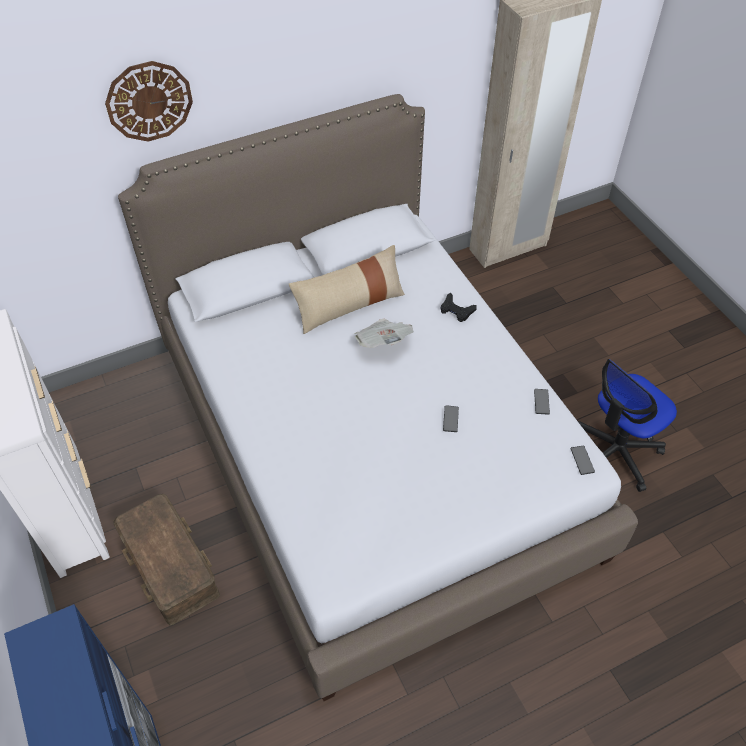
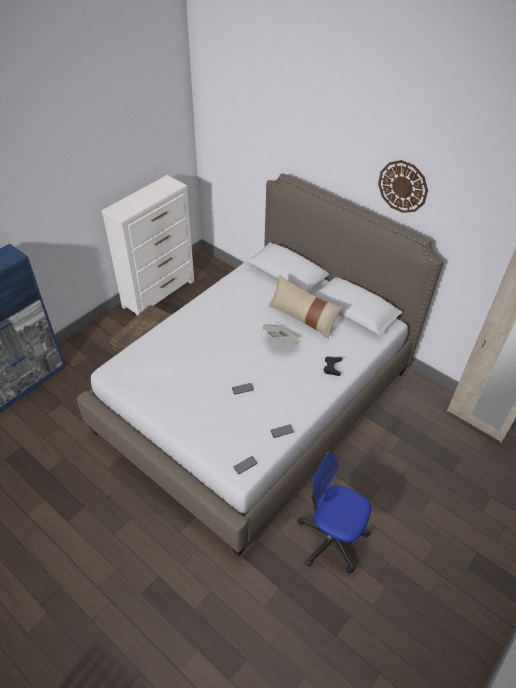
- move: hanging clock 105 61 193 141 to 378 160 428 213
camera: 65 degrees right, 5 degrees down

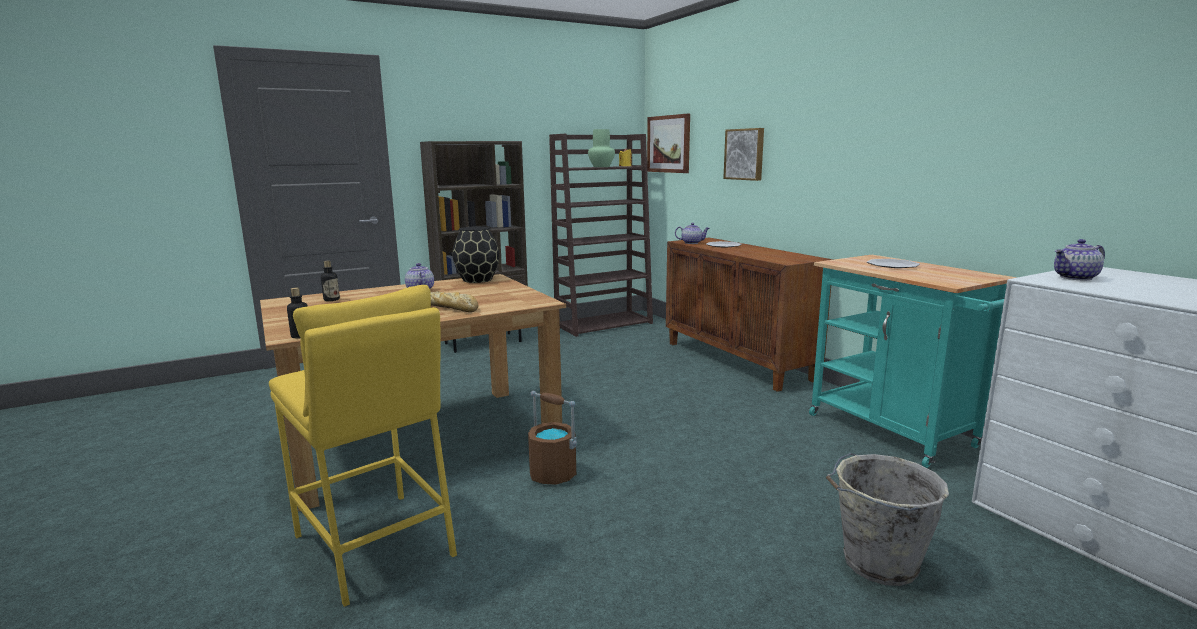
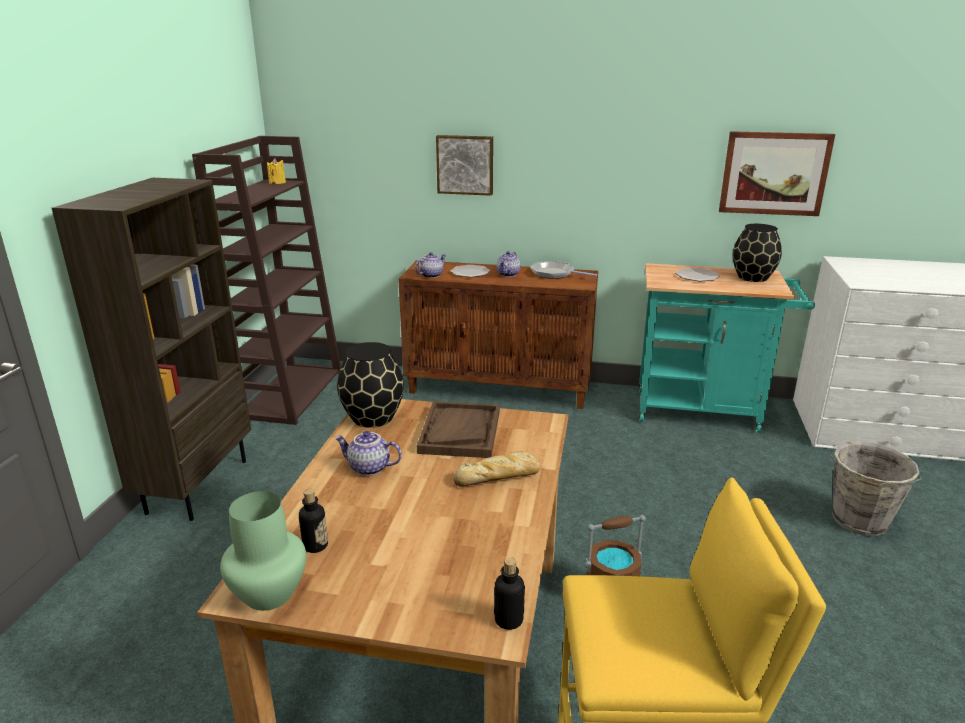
- move: green vase 588 129 615 167 to 220 491 306 611
- insert: brown serving tray 417 401 500 458
- move: tea pot 1054 239 1105 280 to 496 251 521 277
- insert: frying pan 530 261 597 279
- move: wall art 647 114 690 173 to 719 131 835 216
- insert: blackish vase 733 224 782 282
camera: 50 degrees left, 10 degrees up

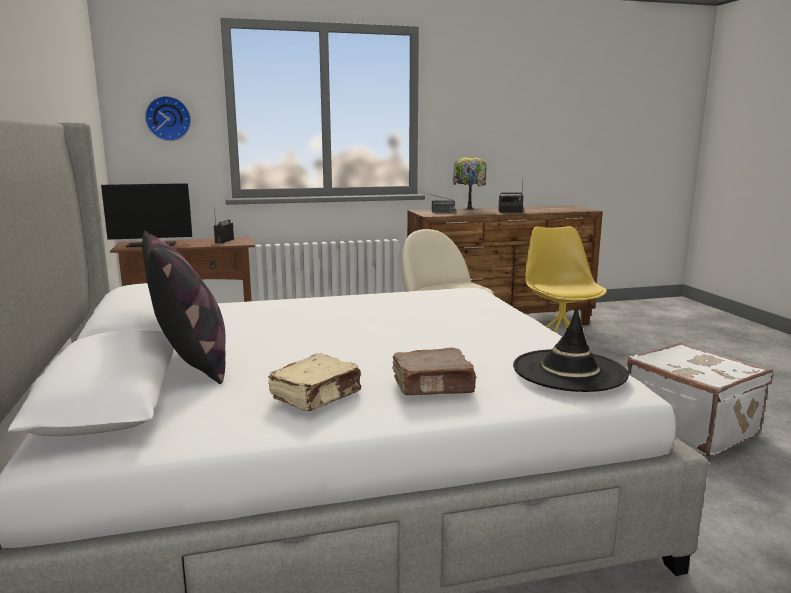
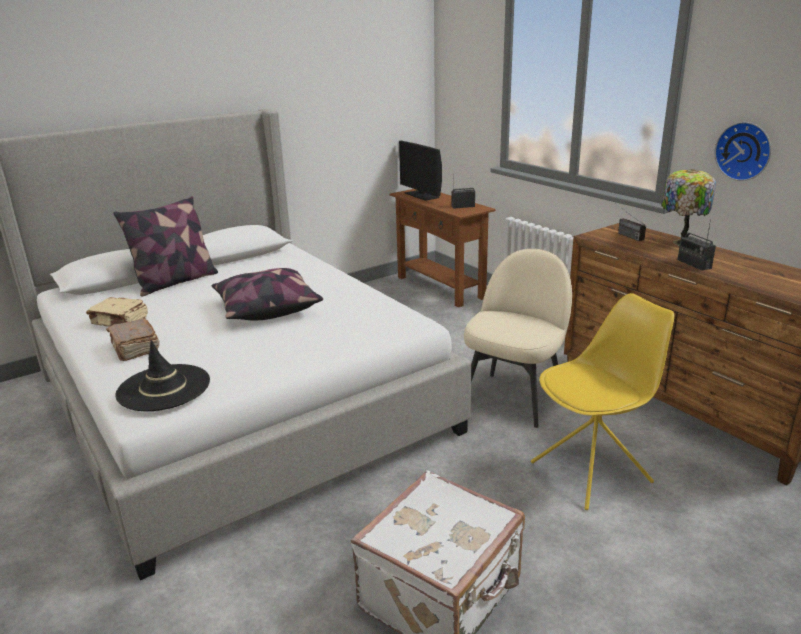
- insert: pillow 212 268 323 321
- move: hanging clock 145 96 191 141 to 715 122 771 181
camera: 70 degrees right, 10 degrees up

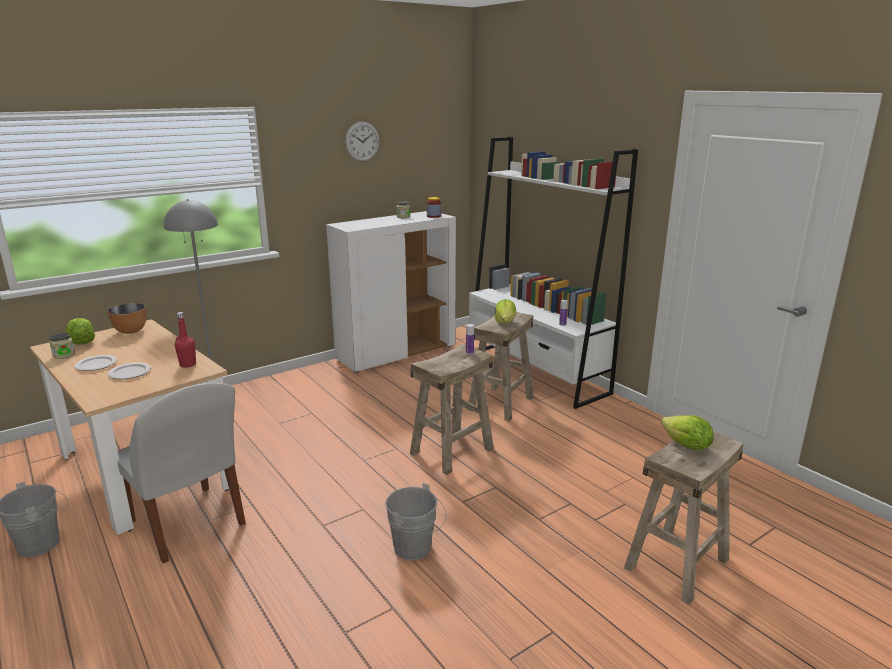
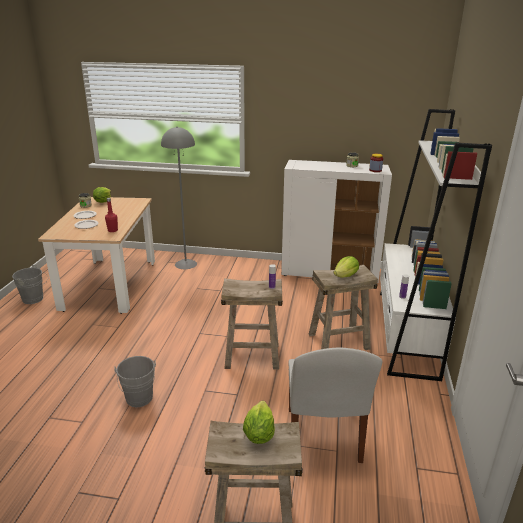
- move: white-coloured upright chair 117 383 246 564 to 288 348 382 463
- delete: serving bowl 107 303 147 334
- delete: hanging clock 345 121 380 162
camera: 45 degrees right, 5 degrees up

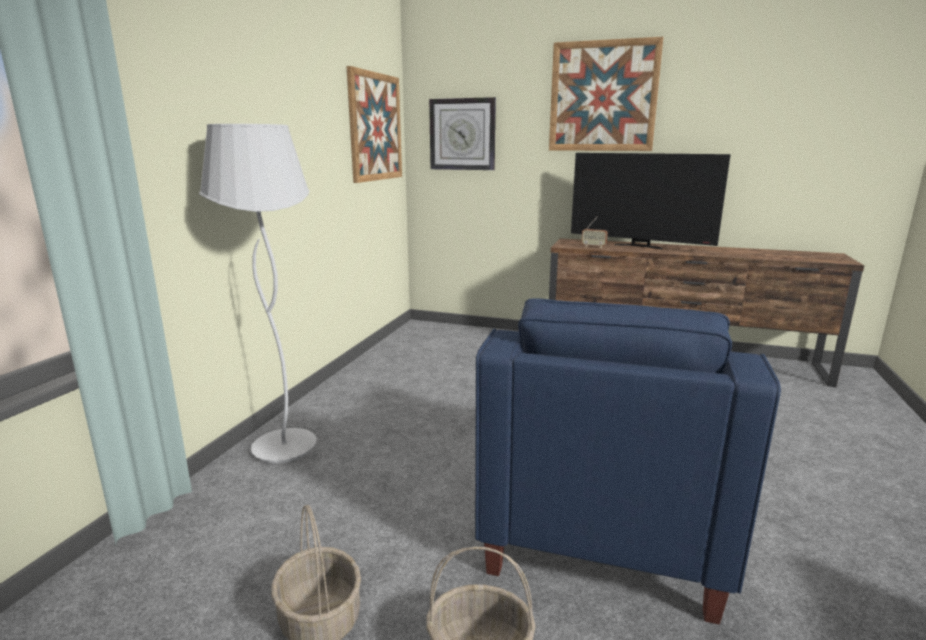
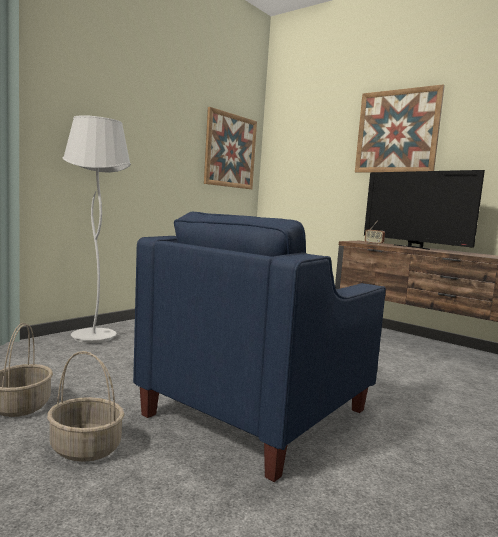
- delete: hanging clock 429 97 496 170
camera: 20 degrees right, 10 degrees down

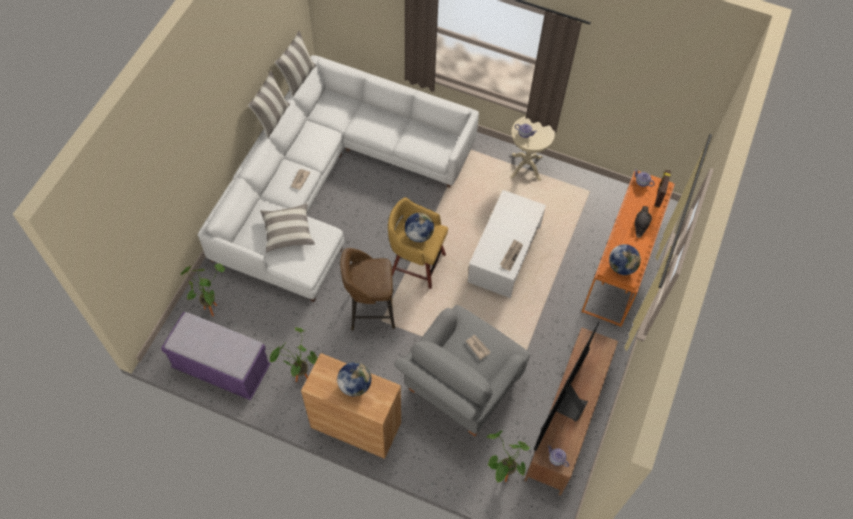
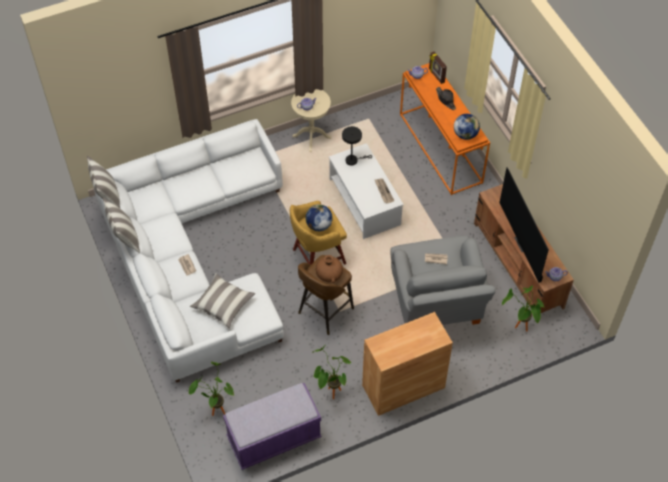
- insert: brown vase 315 255 343 283
- insert: blackish table lamp 342 126 372 166
- delete: globe 337 362 371 396
camera: 45 degrees left, 5 degrees down

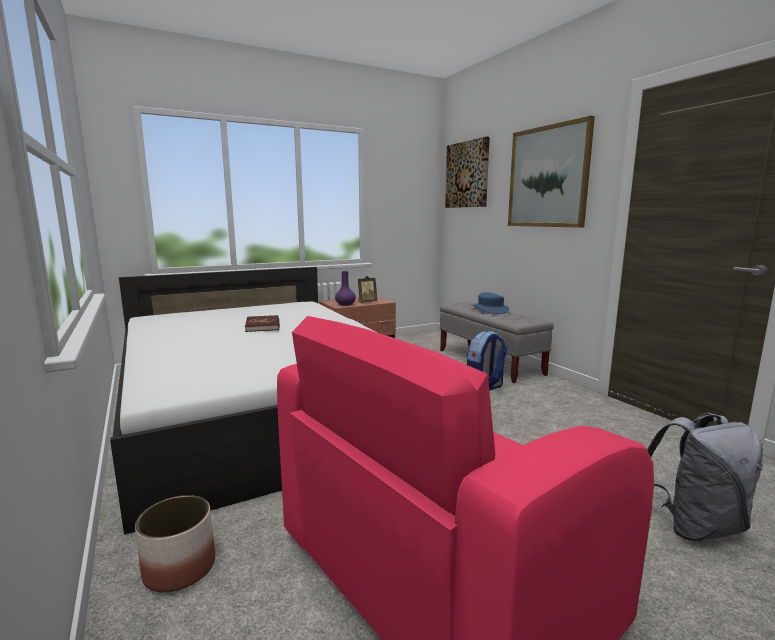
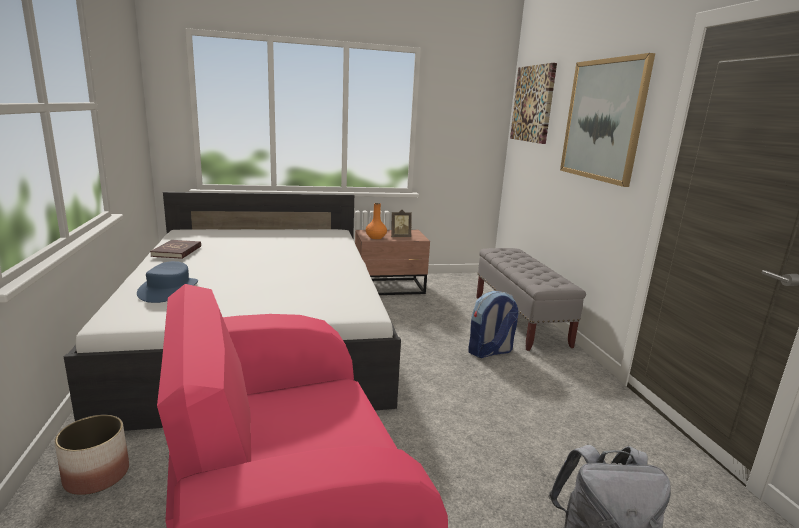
- move: bluish wearable hat 472 292 509 314 to 137 261 198 303
- move: red bound book 245 315 280 332 to 150 240 201 259
- recolor: purplish vase 335 271 356 306 to orangey vase 366 203 387 239
camera: 15 degrees right, 5 degrees up

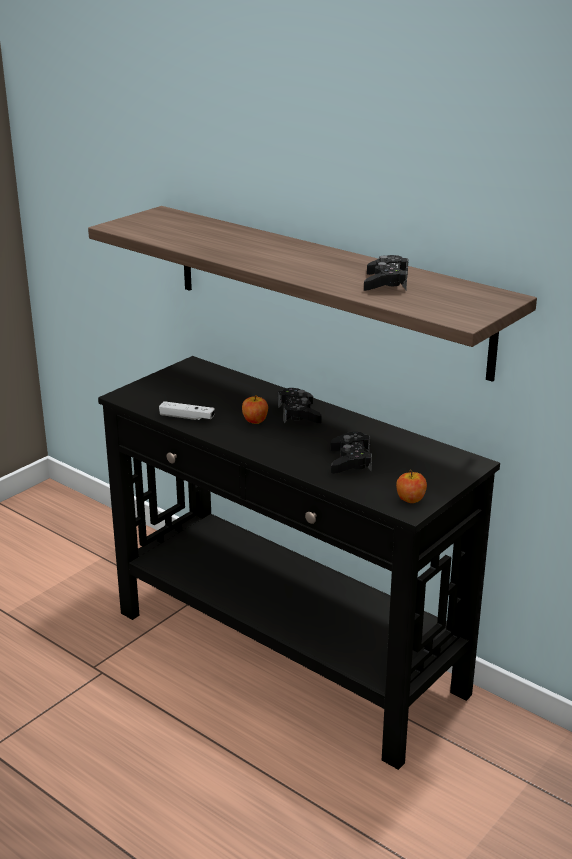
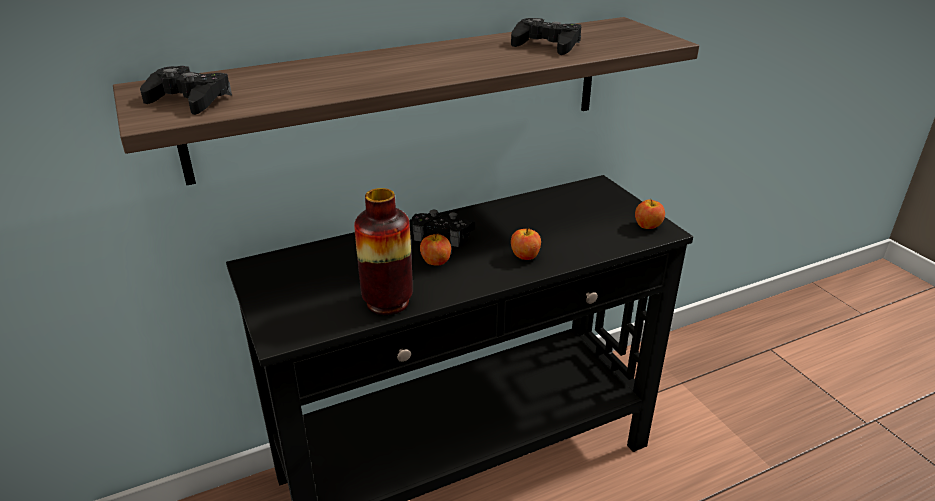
- move: blackish gamepad 330 432 372 474 to 140 66 232 115
- replace: white-coloured gamepad 159 401 215 420 to vase 354 188 413 315
- insert: apple fruit 511 228 541 260
camera: 65 degrees left, 5 degrees up

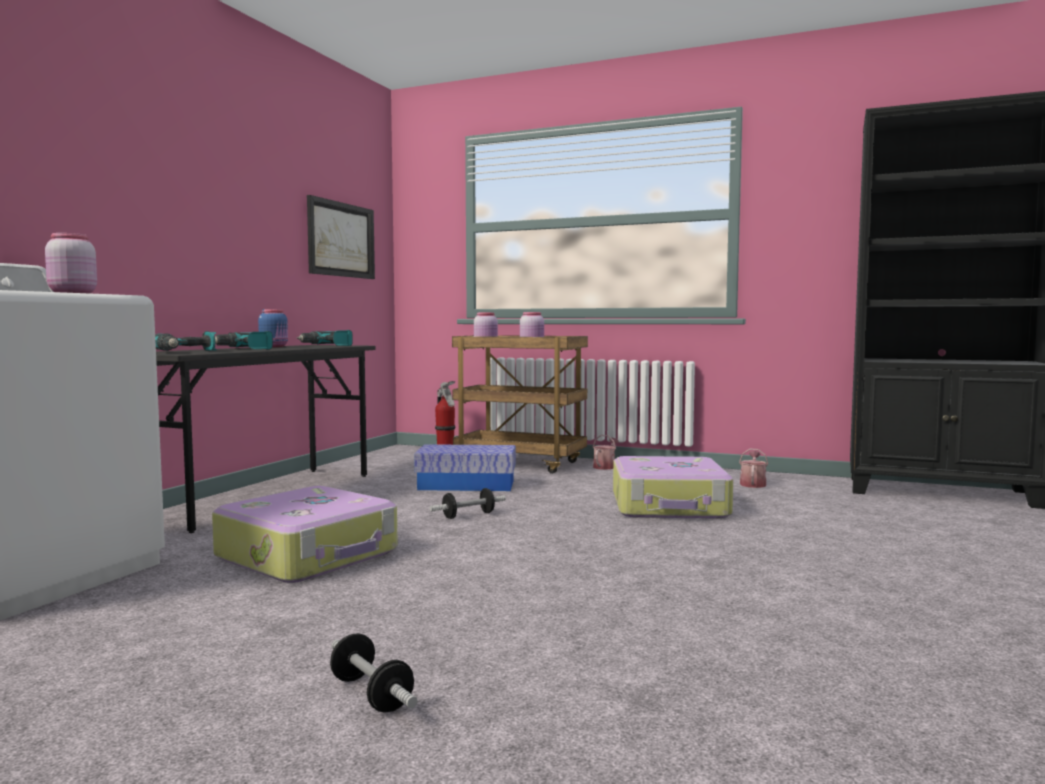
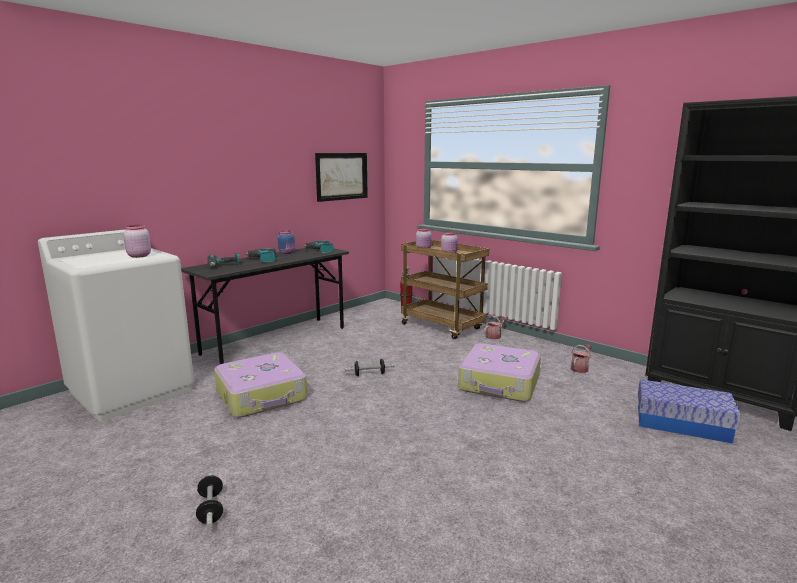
- move: storage box 414 444 516 491 to 638 379 741 444
camera: 20 degrees right, 10 degrees up

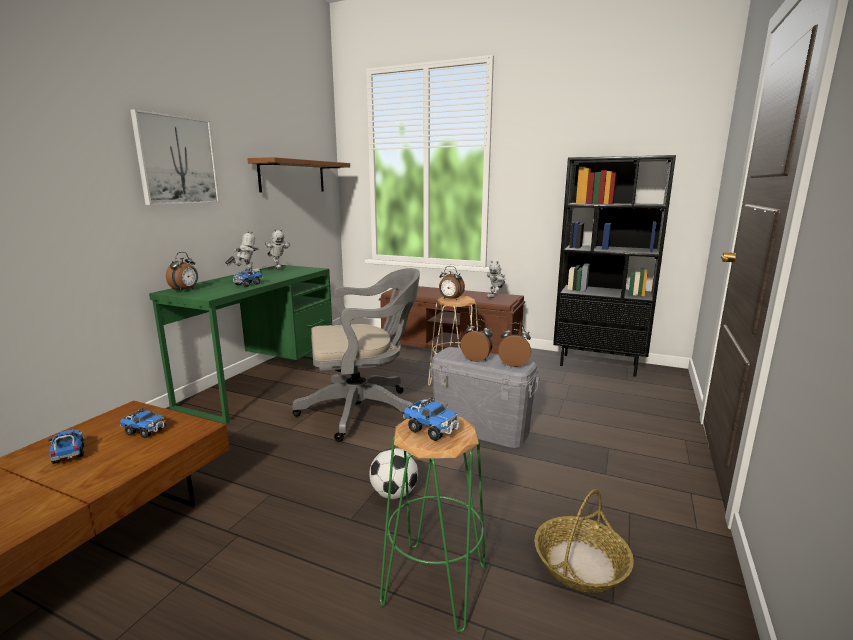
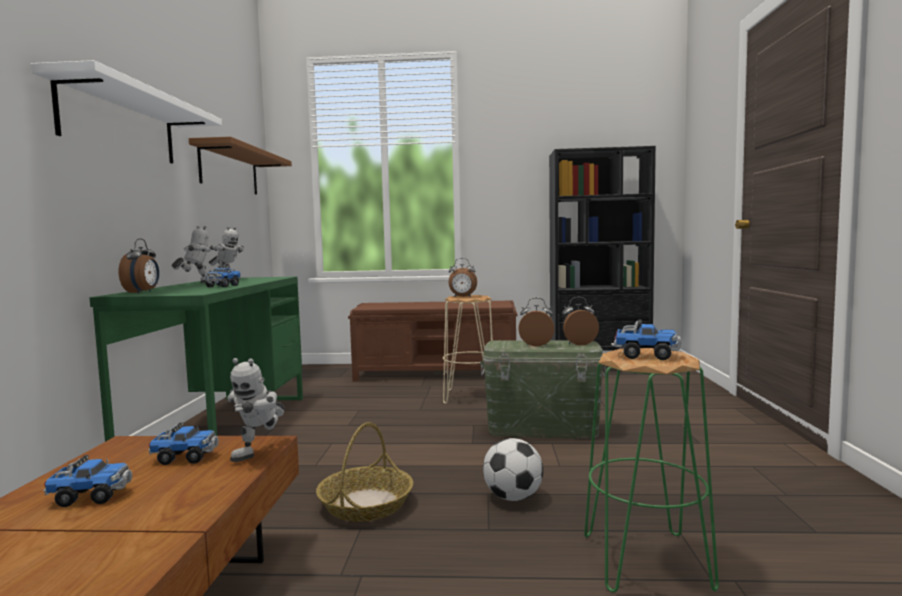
- replace: wall art 130 109 220 205 to white-coloured bracket shelf 31 60 222 163
- rotate: model truck 48 429 84 464 = 44 455 132 507 135 degrees clockwise
- move: model robot 487 261 505 298 to 227 358 285 462
- move: basket 534 489 634 593 to 316 422 413 522
- recolor: gray storage box 429 347 540 448 to green storage box 480 340 606 439
- delete: gray office chair 293 268 420 442
camera: 20 degrees left, 10 degrees down

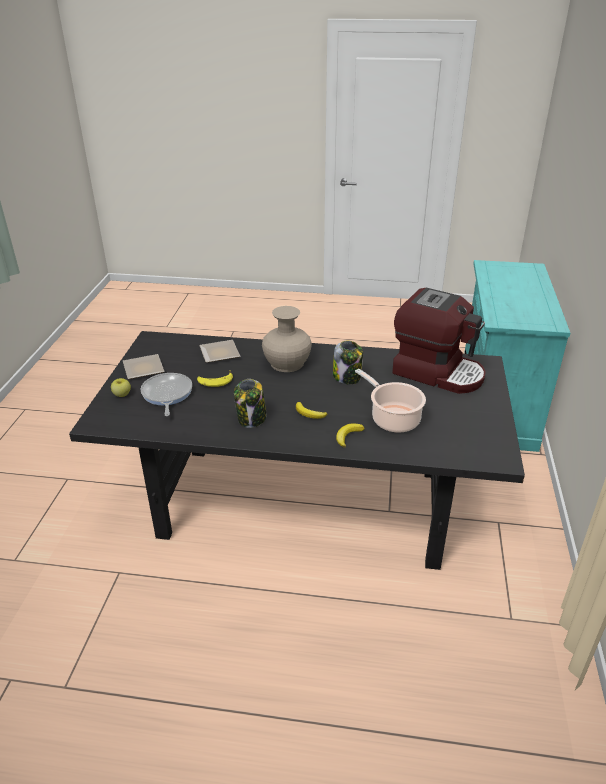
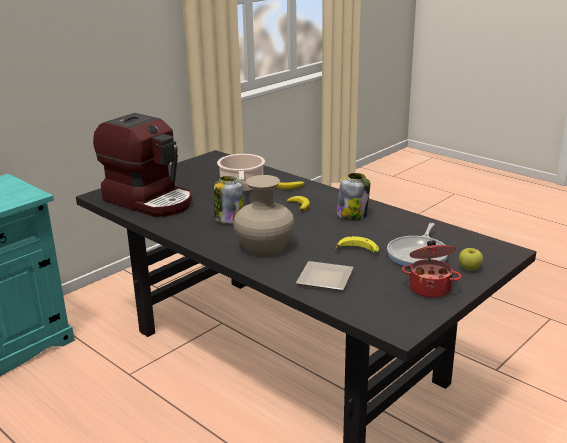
- rotate: coffee maker 392 288 486 394 = 93 113 192 217 150 degrees clockwise
- replace: plate 123 354 165 379 to cooking pot 402 240 462 298
camera: 145 degrees left, 10 degrees down

